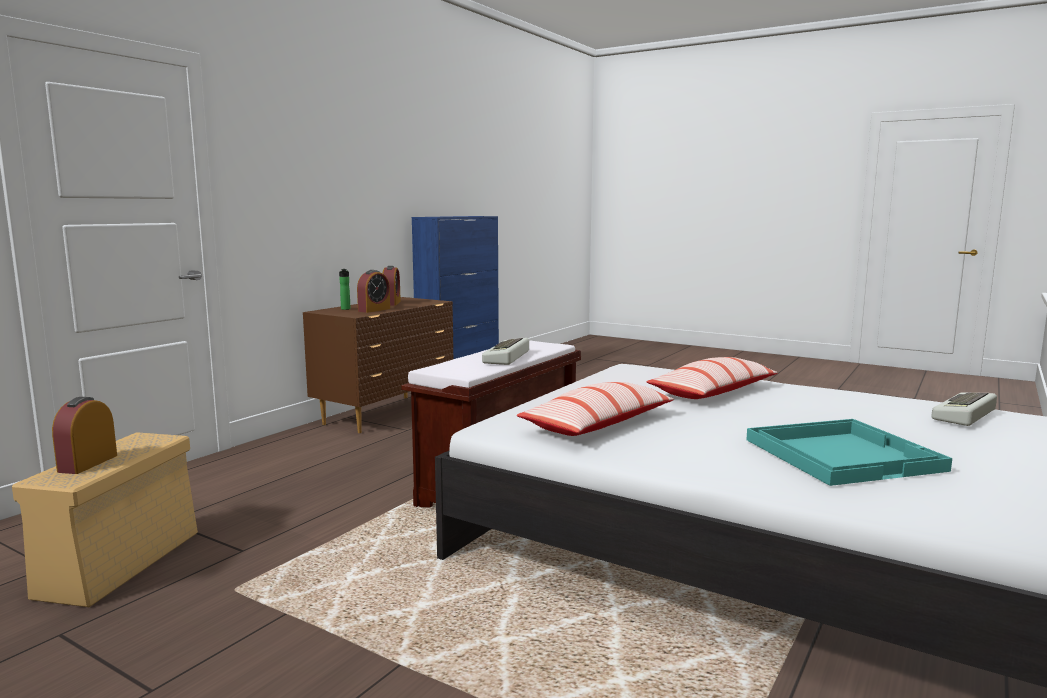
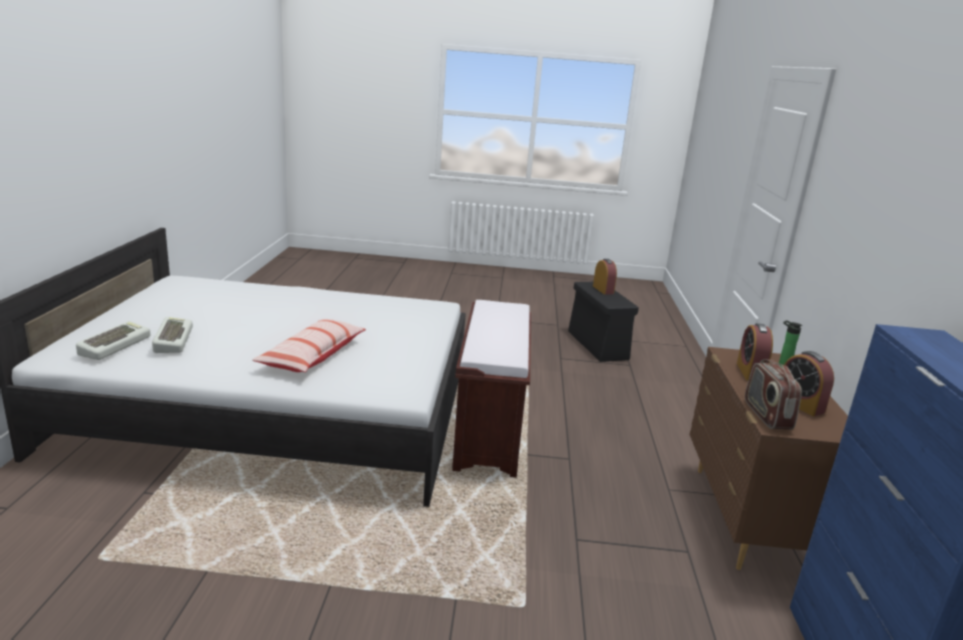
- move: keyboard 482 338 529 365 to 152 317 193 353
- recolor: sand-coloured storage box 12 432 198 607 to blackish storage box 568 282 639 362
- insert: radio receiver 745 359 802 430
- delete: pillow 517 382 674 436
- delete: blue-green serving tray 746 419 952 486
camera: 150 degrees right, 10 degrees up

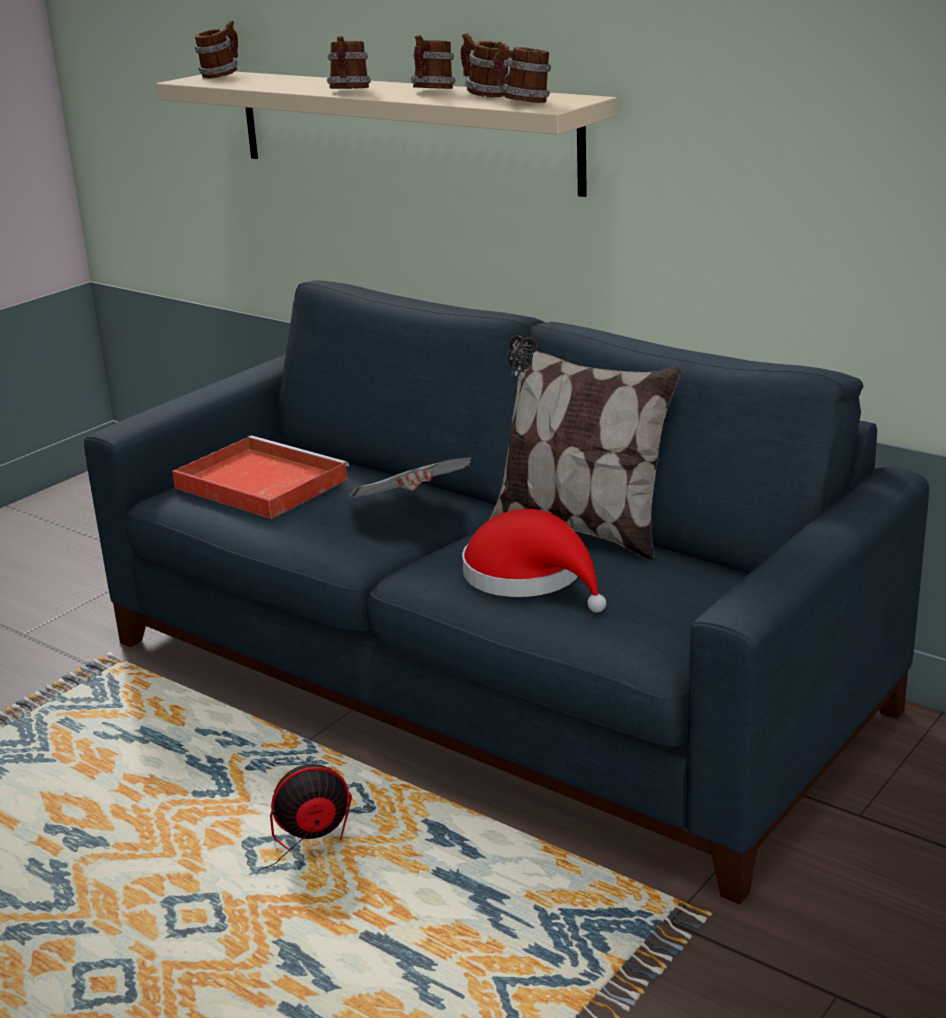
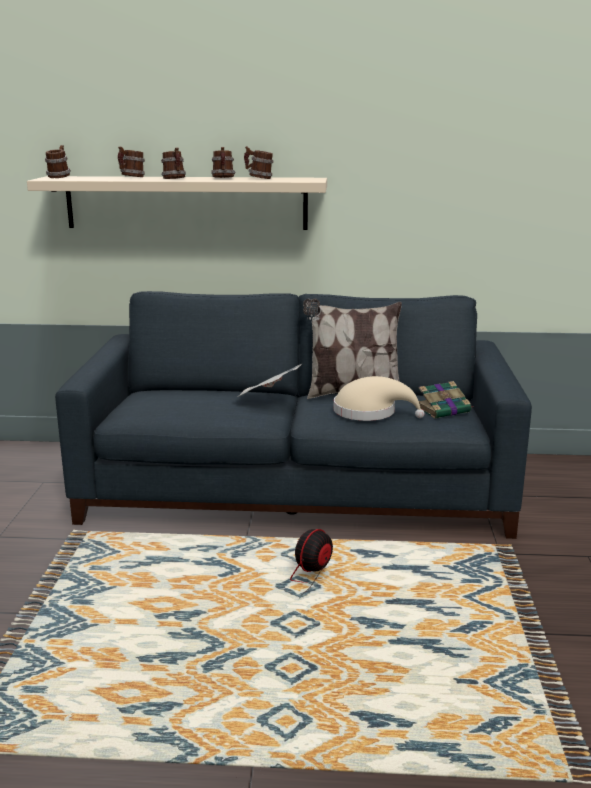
- move: coffee mug 493 41 551 103 to 118 146 145 177
- recolor: red wearable hat 462 509 606 612 to sand-coloured wearable hat 334 376 425 421
- insert: bound book 419 381 472 419
- delete: red serving tray 172 436 349 519
camera: 35 degrees left, 5 degrees down

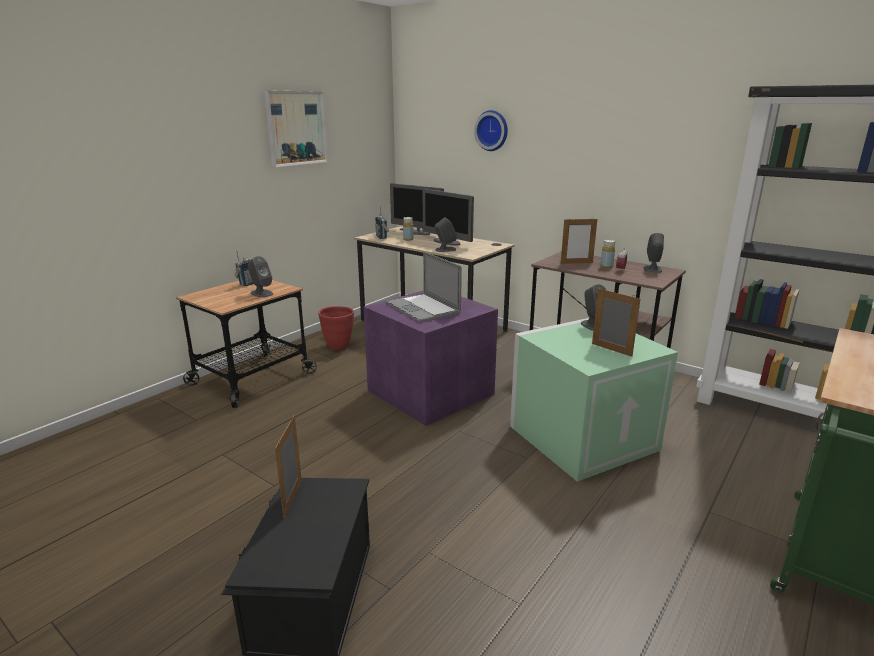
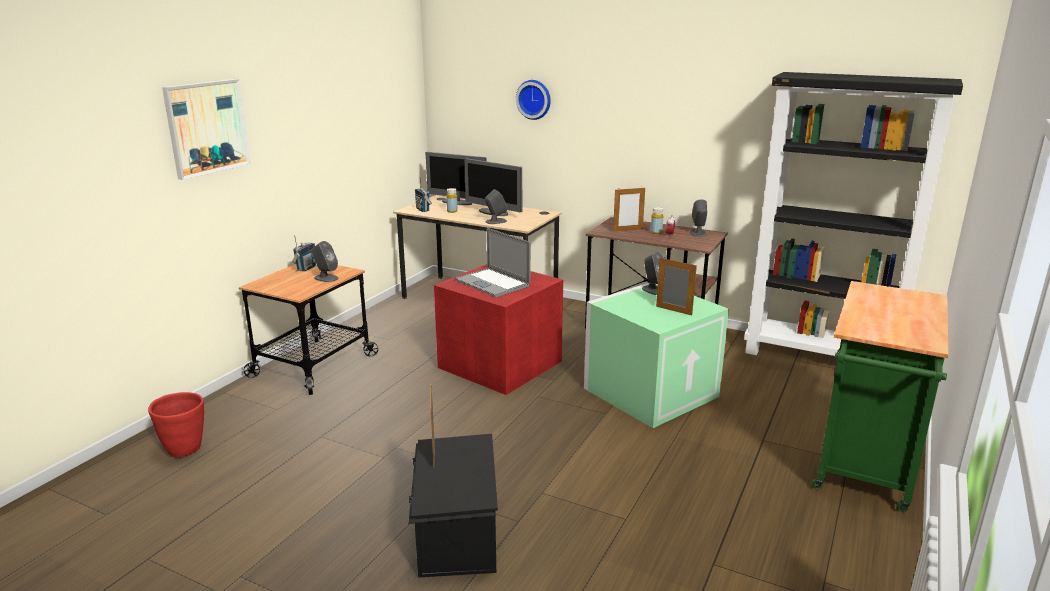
- move: red flower pot 318 306 354 350 to 148 392 204 458
- move: wall art 264 90 328 167 to 162 79 251 180
- recolor: purplish storage box 364 290 498 426 to red storage box 434 264 563 395
camera: 10 degrees left, 0 degrees up

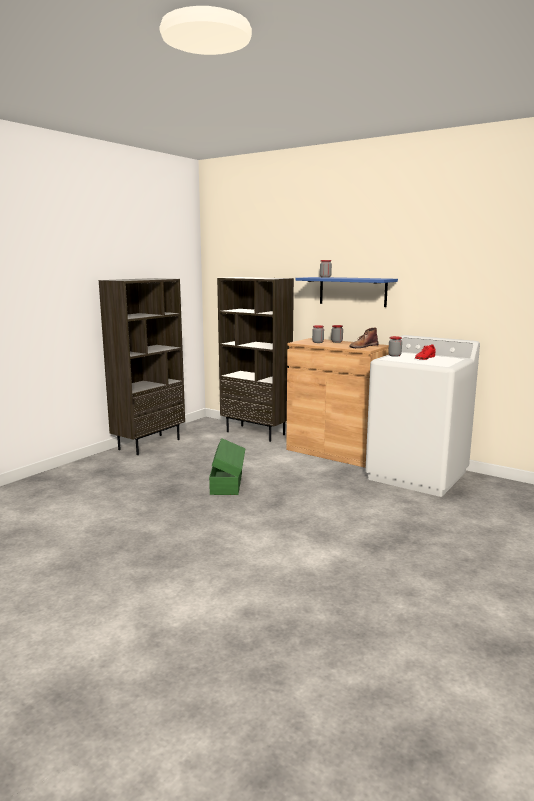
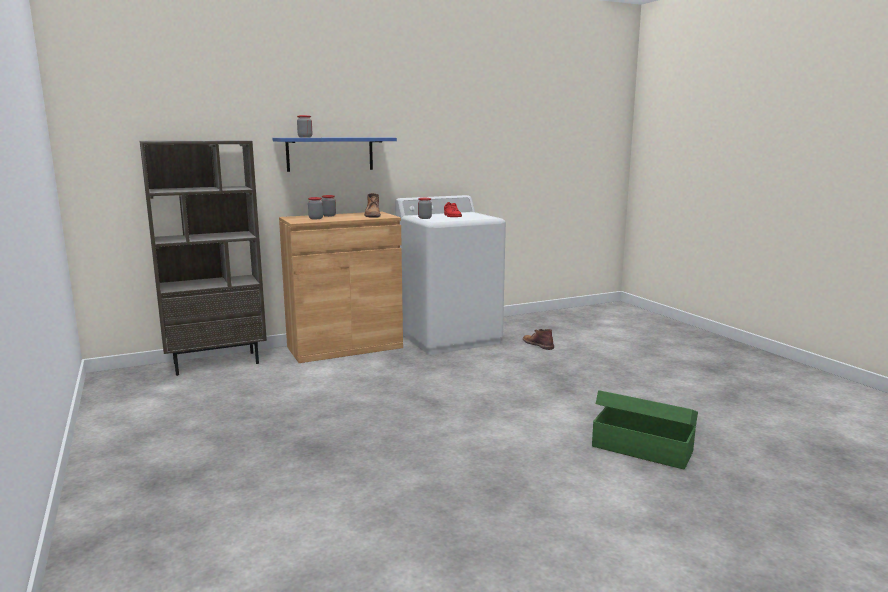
- insert: brown high-top boot 523 329 554 350
- move: green storage box 209 438 245 495 to 592 390 698 469
- delete: brown bookshelf 99 278 185 455
camera: 60 degrees left, 0 degrees up

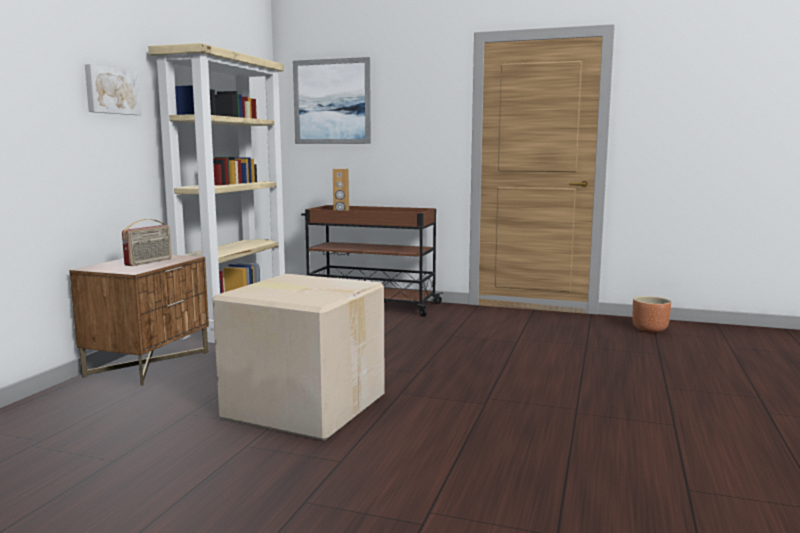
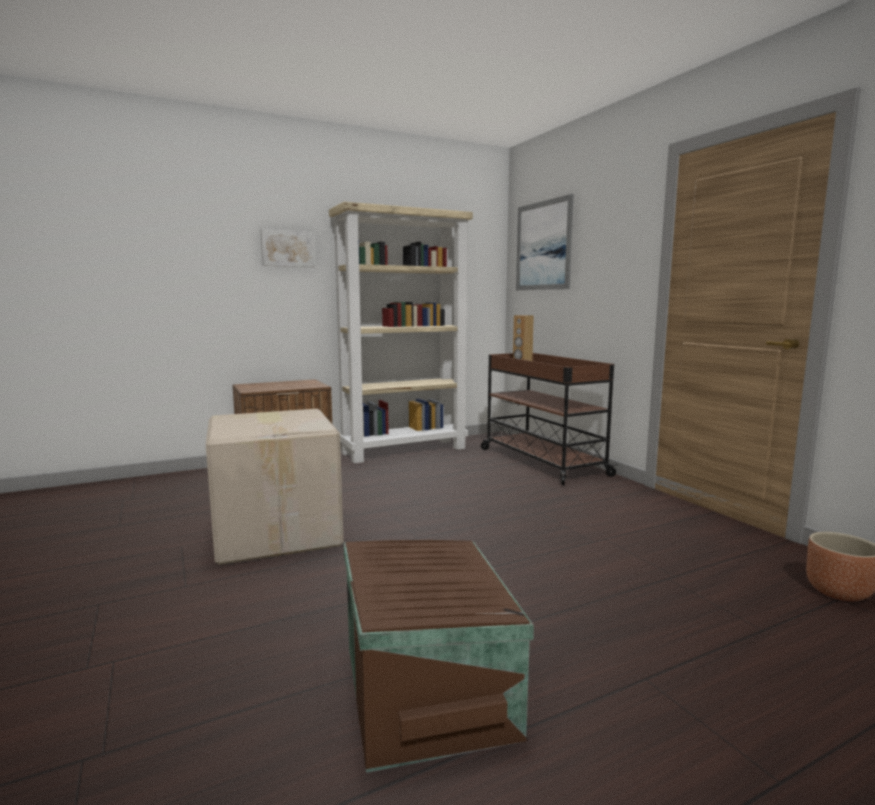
- insert: brown storage box 343 540 534 773
- delete: radio receiver 122 219 172 266
camera: 45 degrees right, 0 degrees up

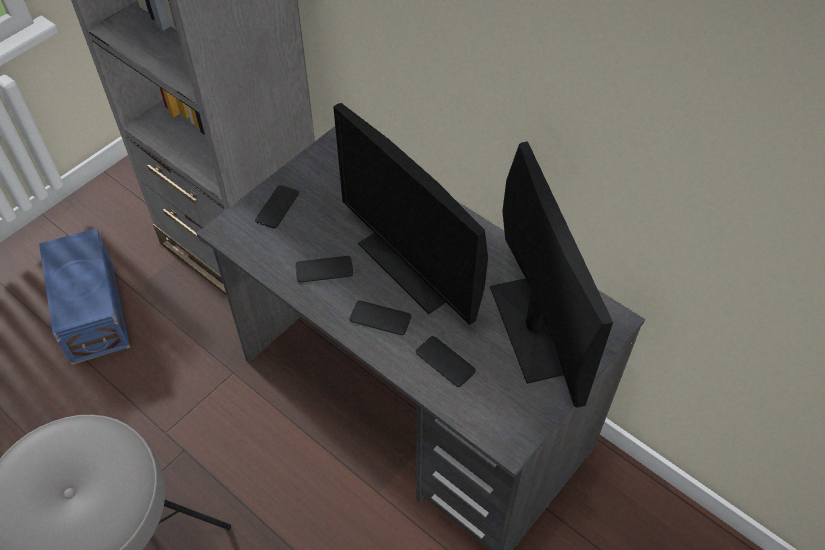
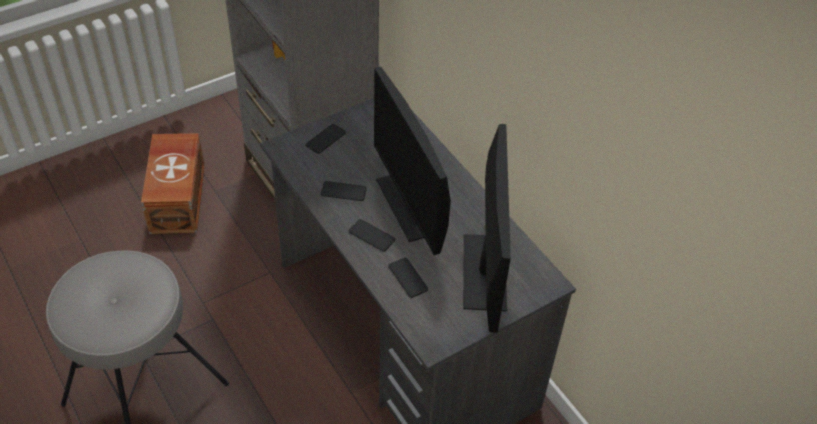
- recolor: bluish storage box 39 228 130 365 to brown storage box 141 133 205 234
camera: 15 degrees right, 5 degrees down

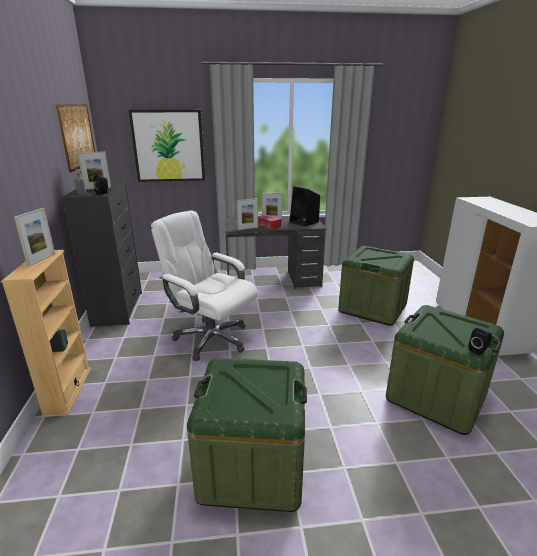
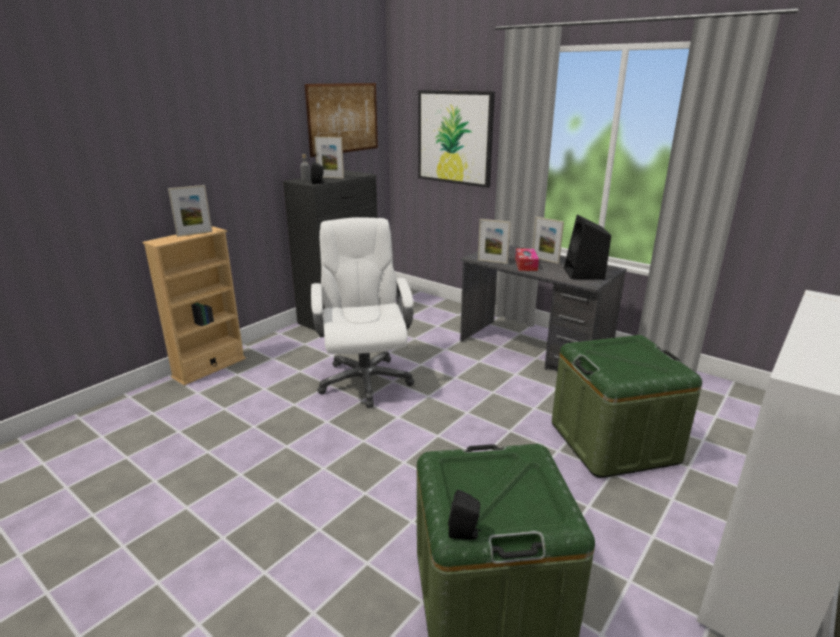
- delete: green storage box 187 358 307 512
camera: 45 degrees right, 0 degrees up

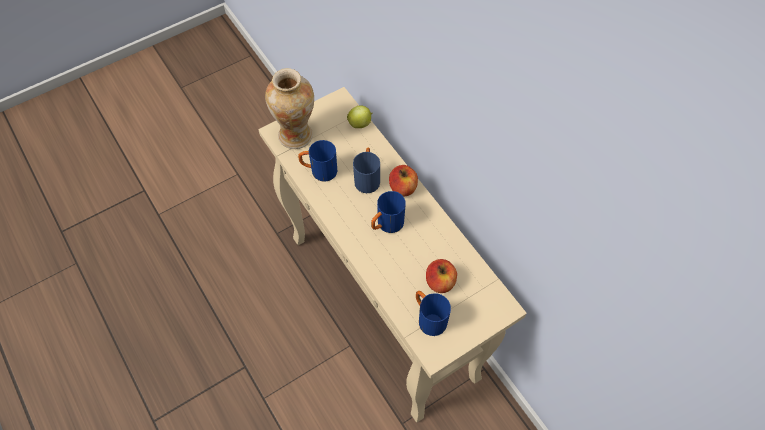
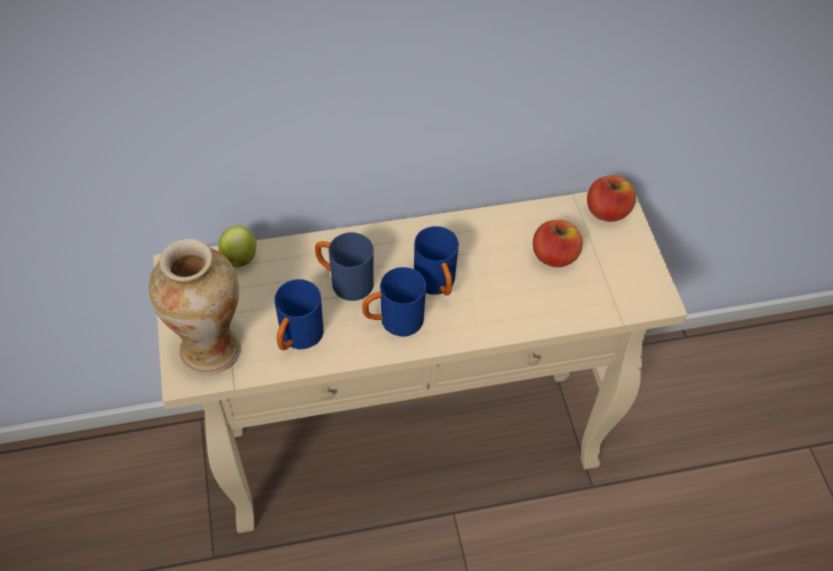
- move: bluish coffee mug 416 291 451 336 to 362 267 426 337
- move: apple fruit 389 165 418 197 to 587 175 636 222
camera: 70 degrees left, 5 degrees down

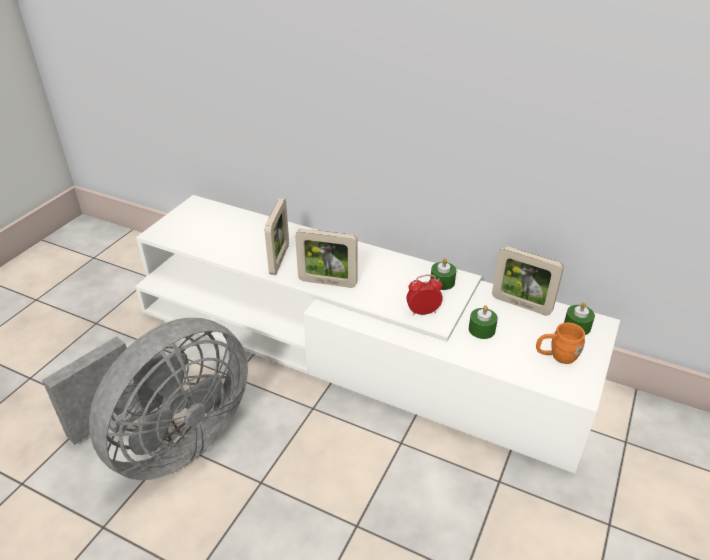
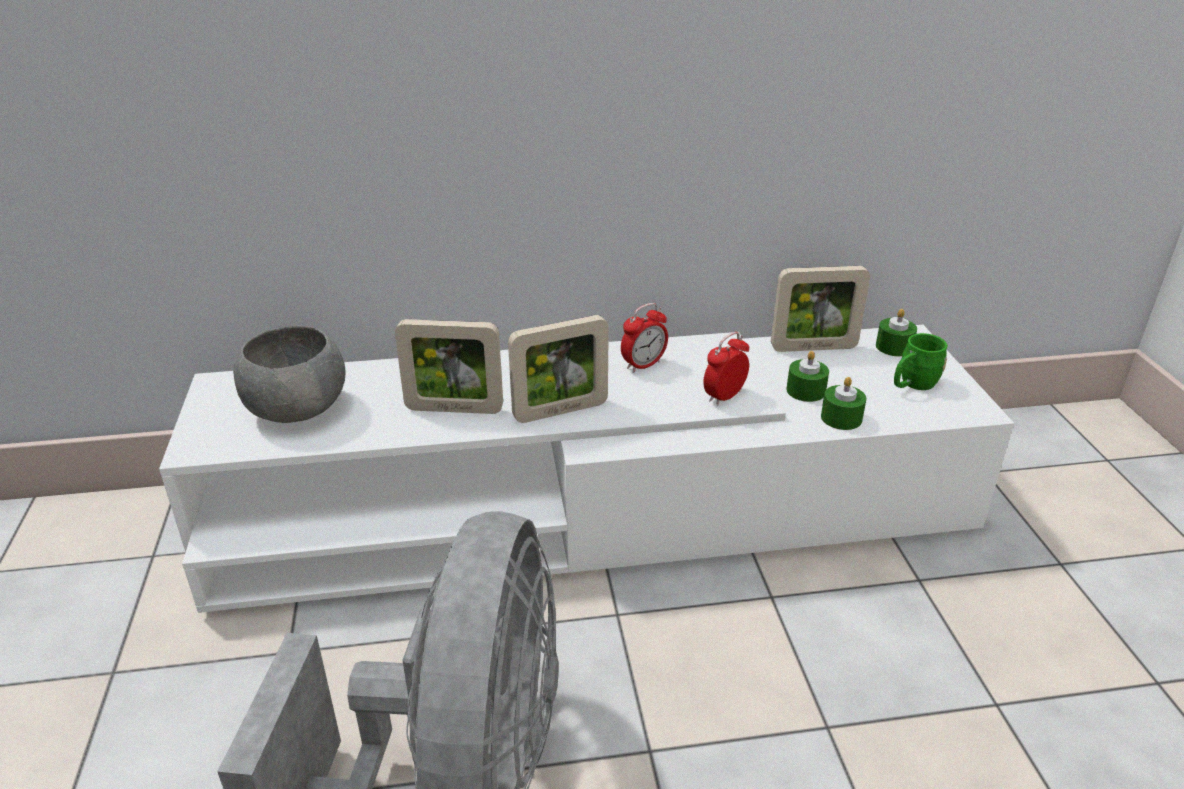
- insert: gray serving bowl 233 325 345 423
- rotate: picture frame 265 198 289 275 = 395 319 503 414 120 degrees clockwise
- insert: bedside clock 621 303 668 373
- move: green wax candle 430 258 456 290 to 821 377 866 430
- recolor: orangey coffee mug 536 322 585 364 to green coffee mug 894 333 947 390
camera: 35 degrees left, 5 degrees down

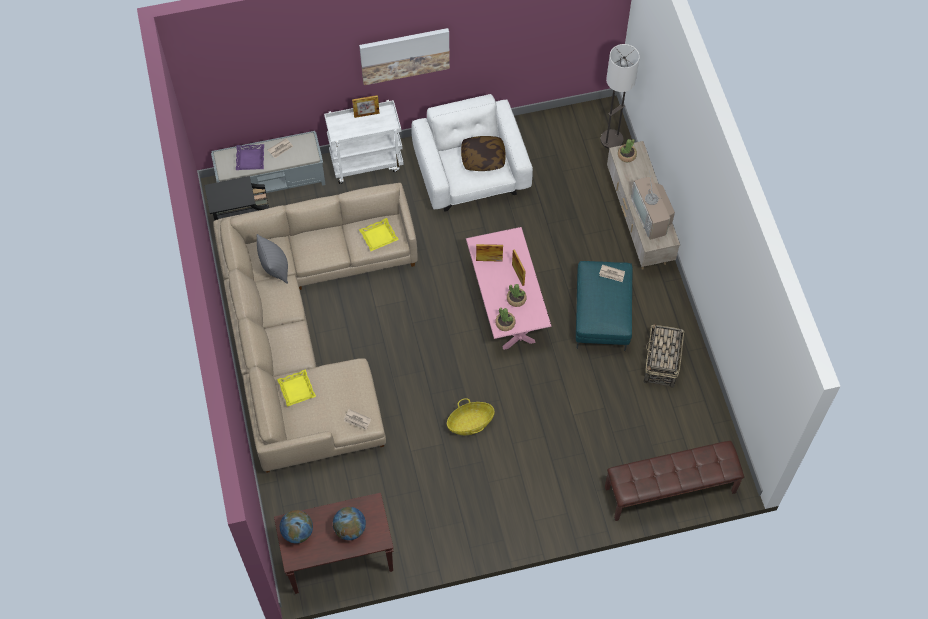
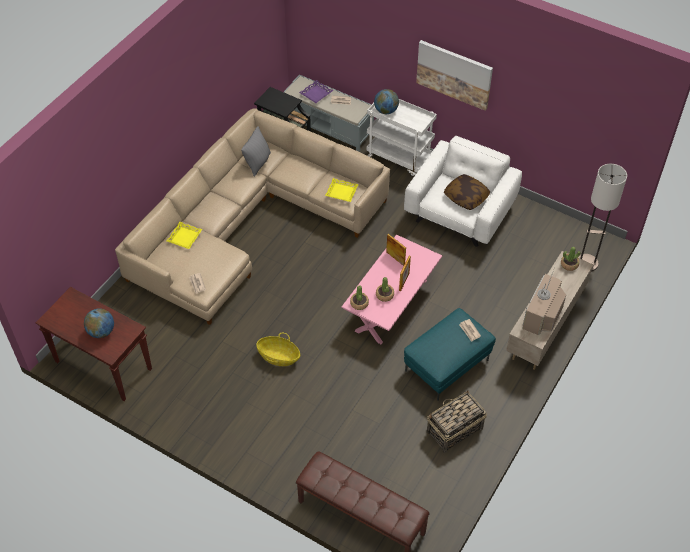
- move: globe 280 510 313 543 to 374 89 399 114
- delete: picture frame 352 95 380 118
camera: 45 degrees right, 10 degrees down

